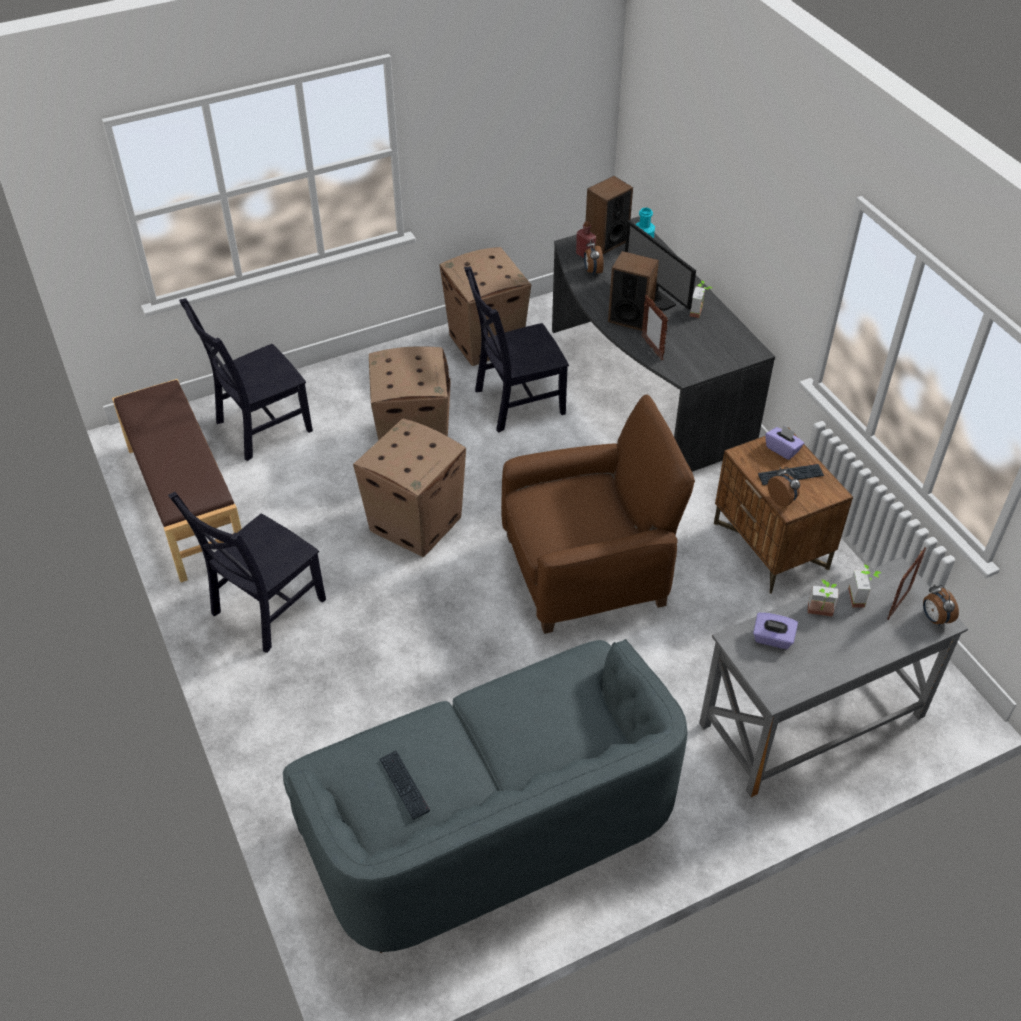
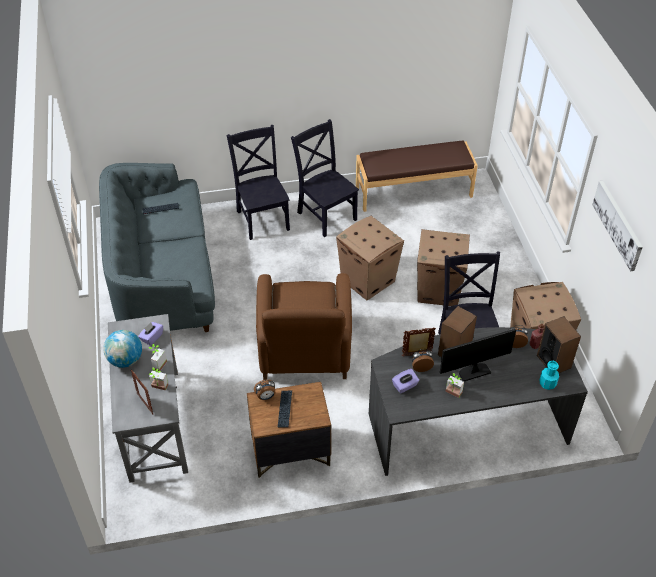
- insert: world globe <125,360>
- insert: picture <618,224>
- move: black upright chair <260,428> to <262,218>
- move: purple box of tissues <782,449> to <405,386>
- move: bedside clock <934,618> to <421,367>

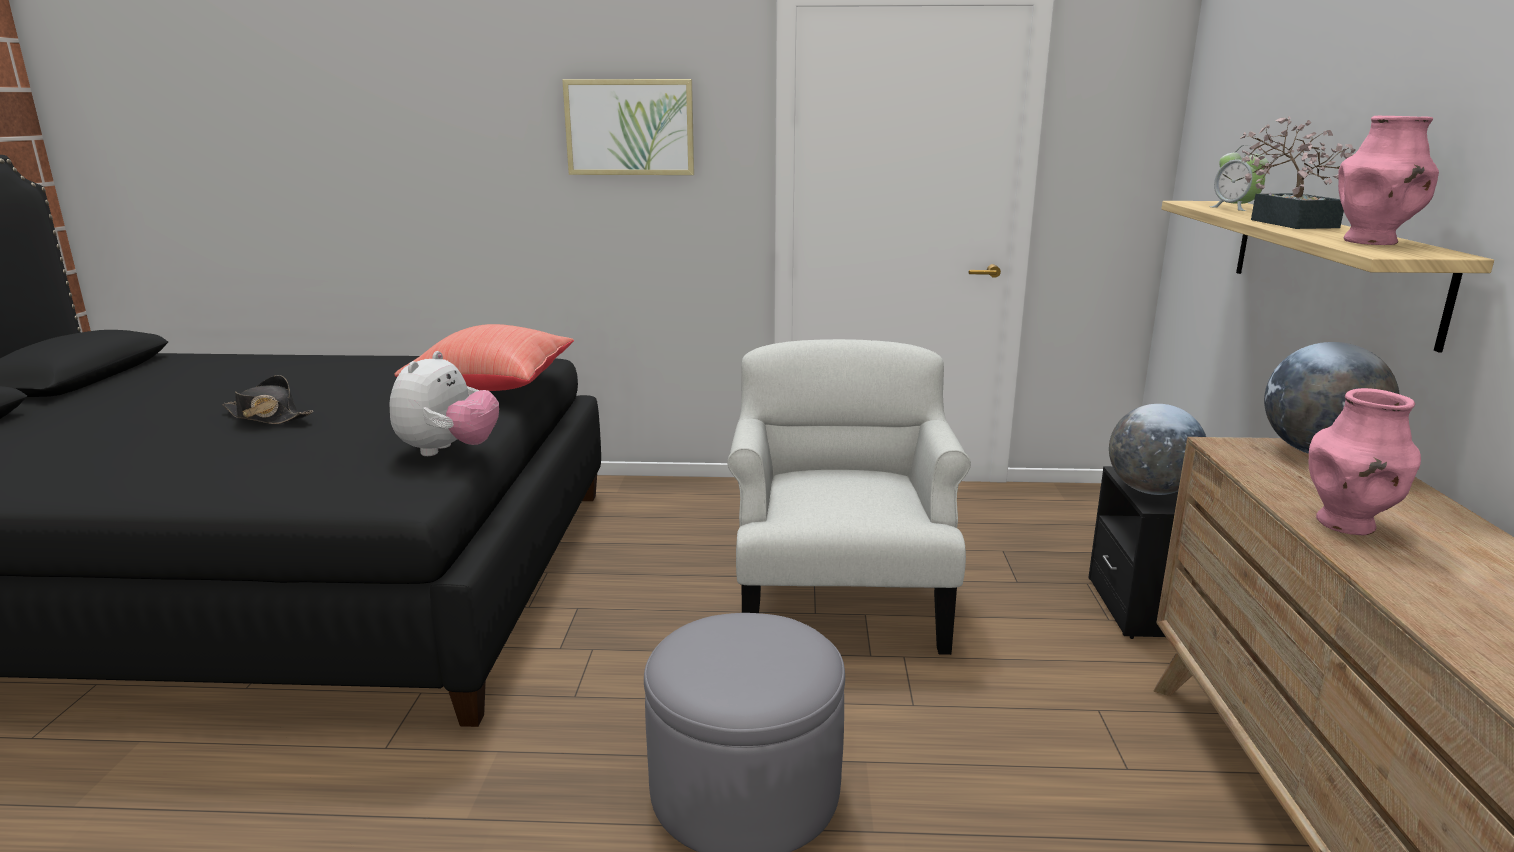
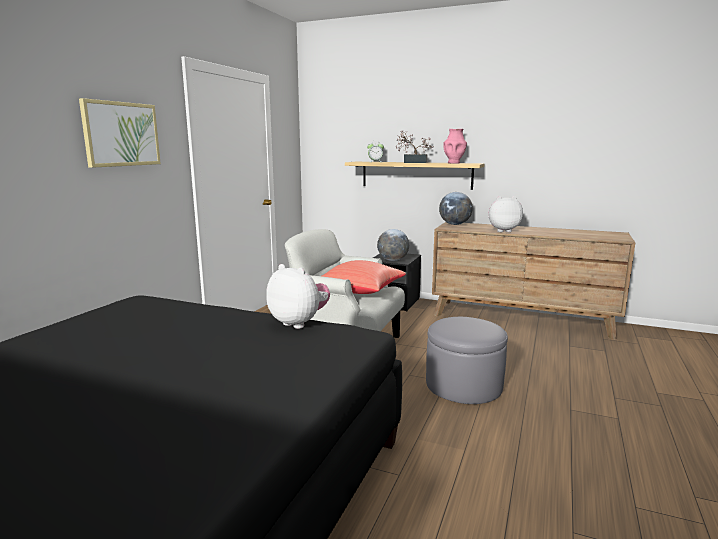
- delete: black hat <267,417>
- move: red-coloured throw pillow <491,386> to <358,291>
- replace: pink flower vase <1347,524> to soft toy <503,230>

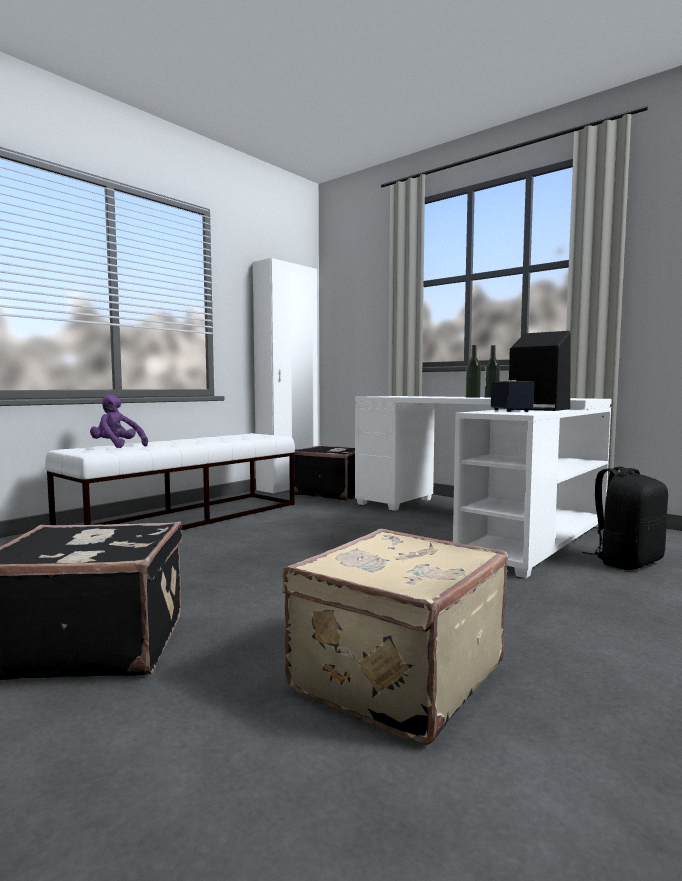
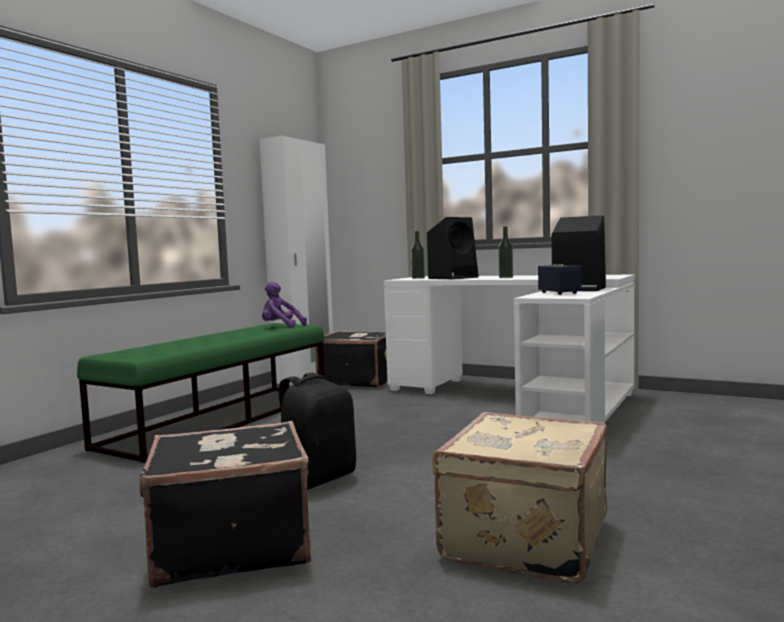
- insert: black speaker <453,278>
- move: purple soft toy <117,446> to <280,327>
- move: drink bottle <491,397> to <418,278>
- move: black backpack <626,562> to <317,479>
- recolor: white-coloured indoor bench <187,518> to green indoor bench <222,419>

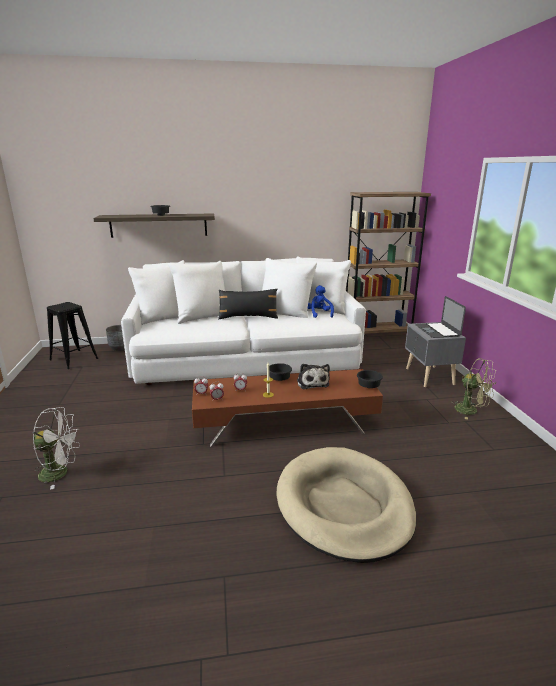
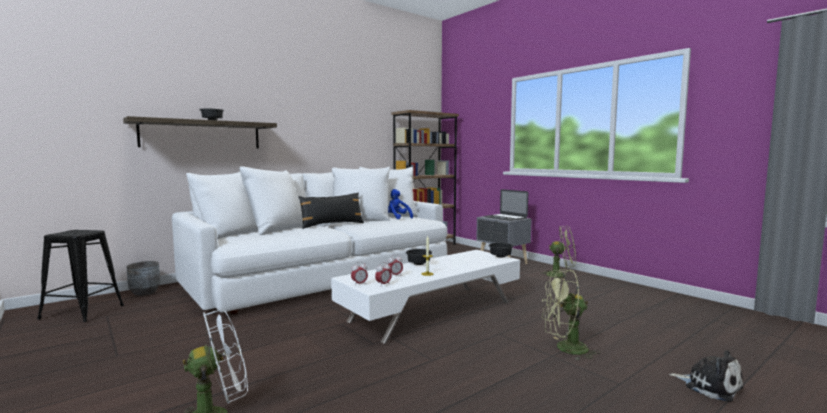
- move: soft toy <312,382> to <709,386>
- replace: beige dog bed <344,505> to green cooling fan <565,349>
- recolor: brownish lounge table <285,423> to white-coloured lounge table <432,311>

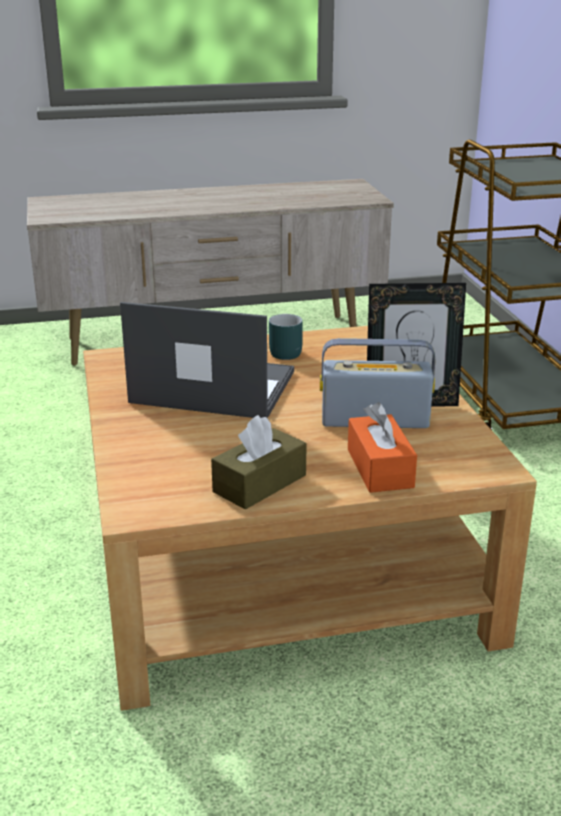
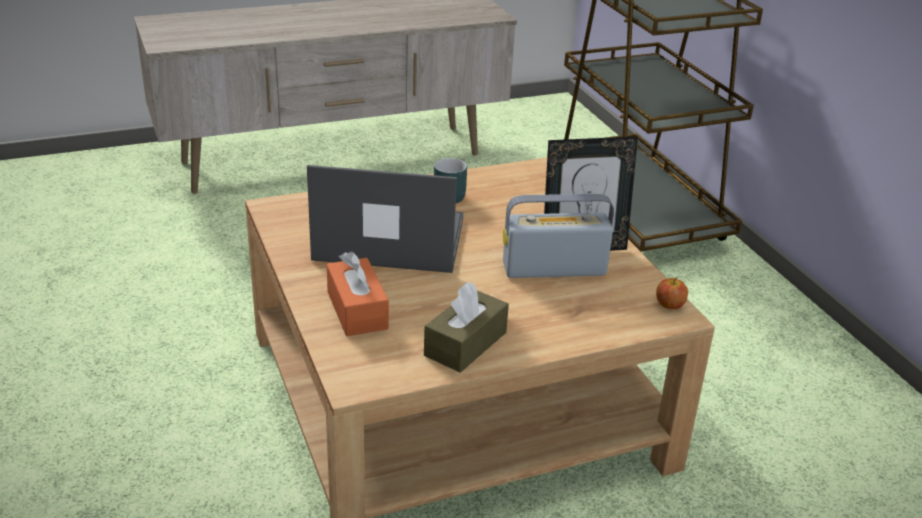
- insert: whole apple <669,305>
- move: orange-coloured box of tissues <380,468> to <357,310>

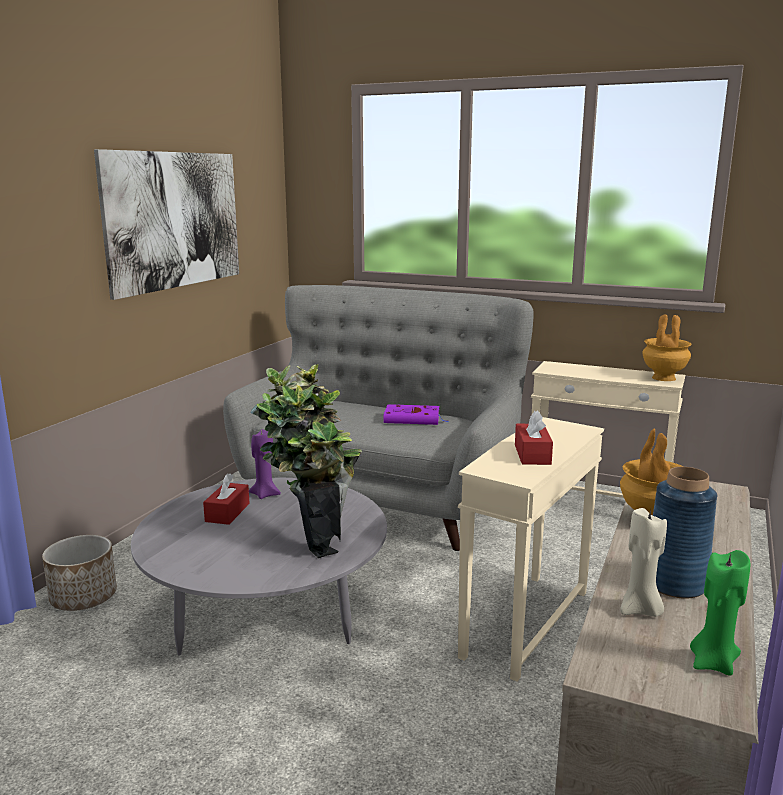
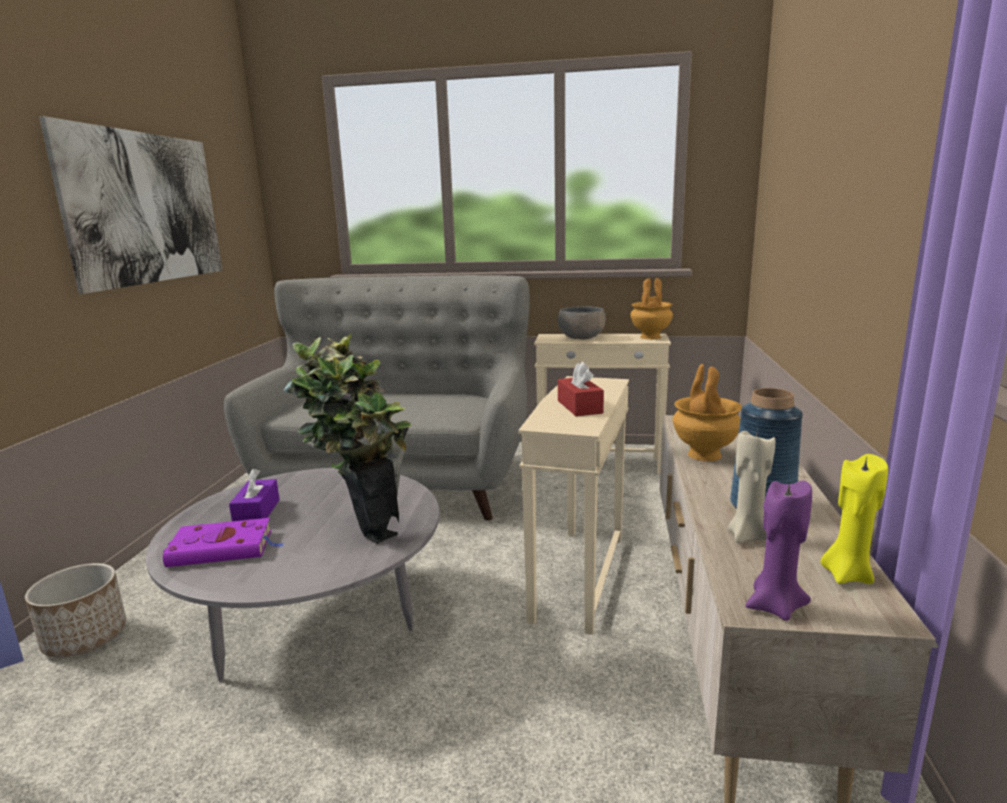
- insert: grey bowl <581,338>
- move: purple wax light <265,494> to <774,606>
- move: purple volume <413,419> to <224,548>
- recolor: red-coloured box of tissues <227,512> to purple box of tissues <257,512>
- recolor: green wax light <713,663> to yellow wax light <847,575>

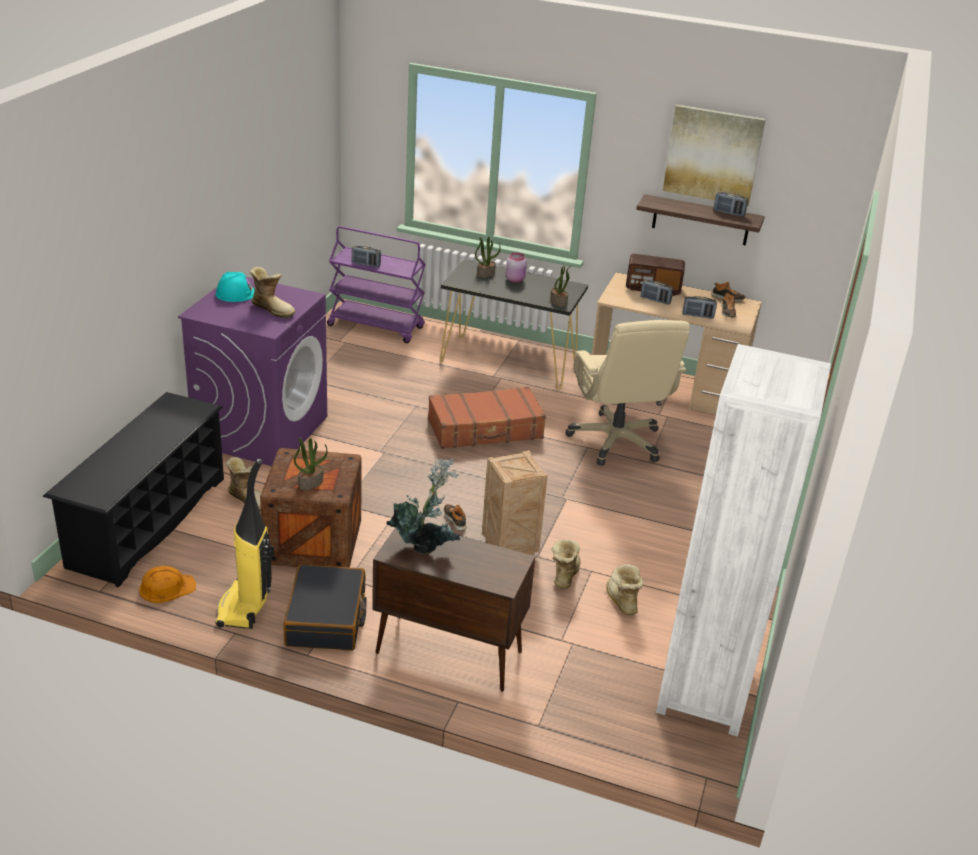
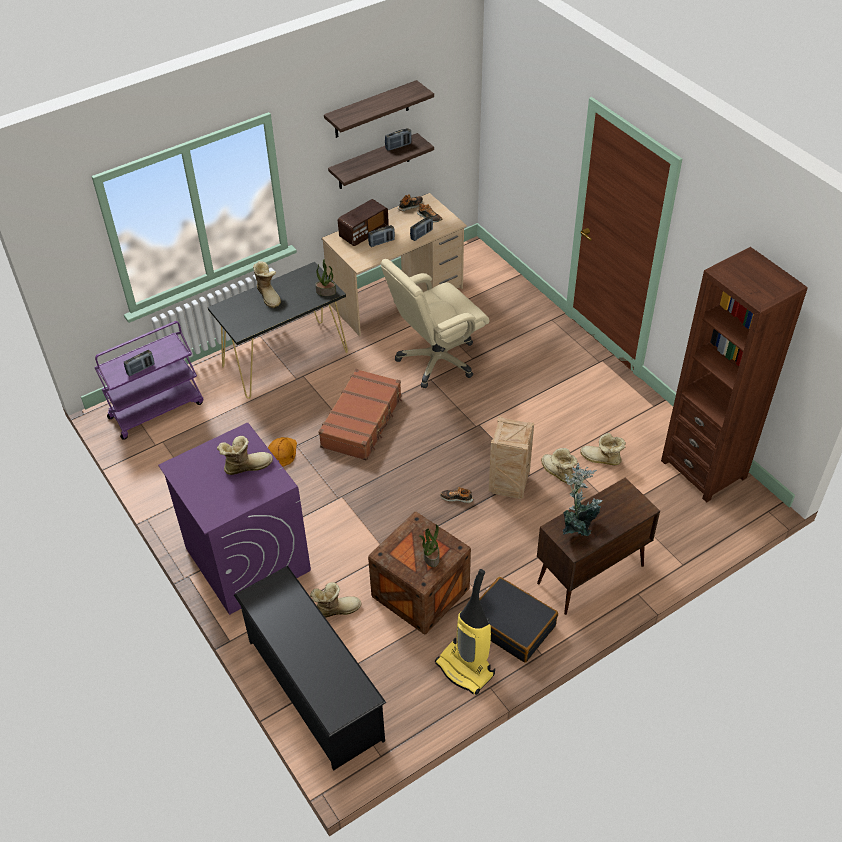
- delete: blue-green safety helmet <236,293>
- delete: plant in a pot <485,274>
- move: orange-coloured safety helmet <166,587> to <281,452>
- replace: pink jar <515,279> to high-top boot <269,295>
- replace: picture <713,155> to wall shelf <371,110>
- recolor: white-coloured bookcase <705,691> to brownish bookcase <703,469>
- rotate: beige office chair <616,441> = <436,360> 120 degrees clockwise

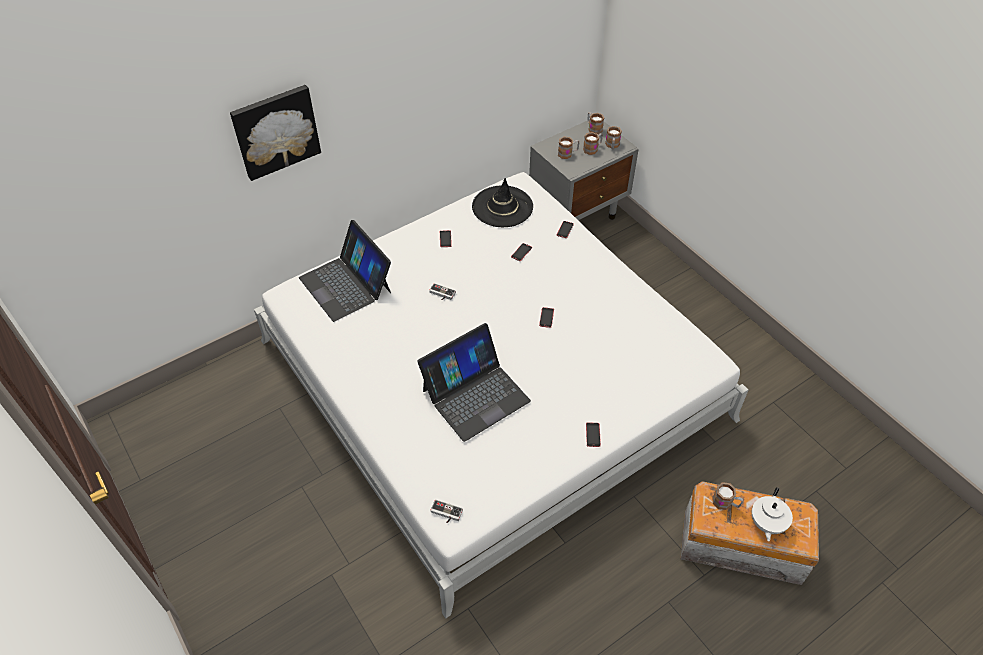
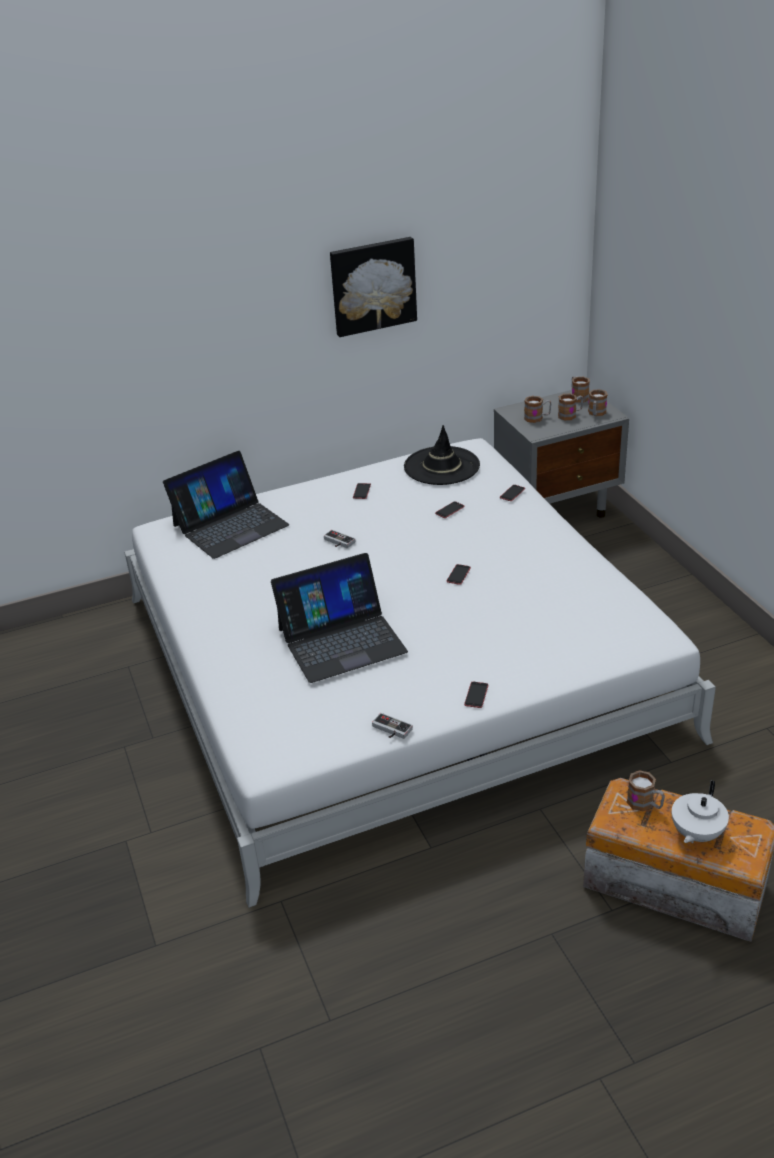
- move: picture <275,131> to <373,285>
- move: game controller <445,514> to <390,730>
- rotate: portable computer <346,284> = <230,525> 105 degrees counterclockwise

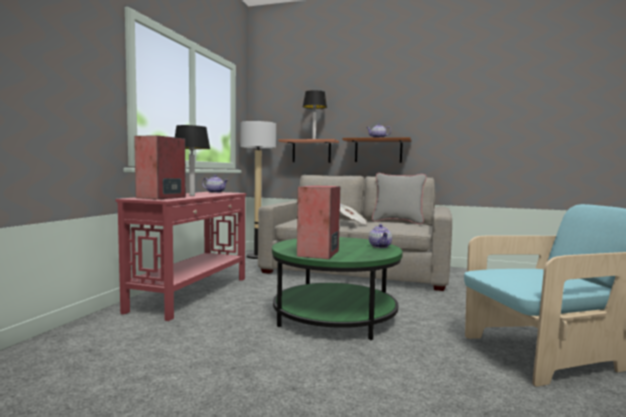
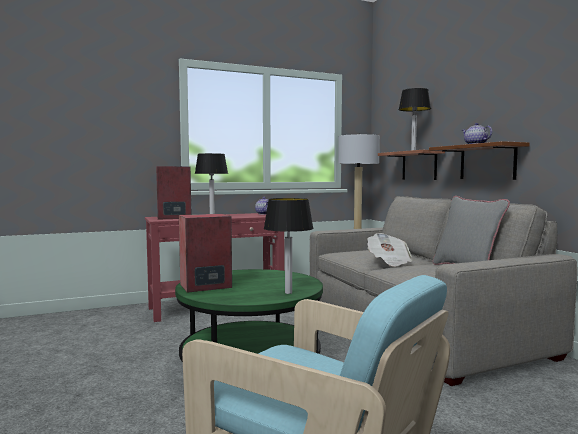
- replace: teapot <380,246> to lamp for a table <289,292>

